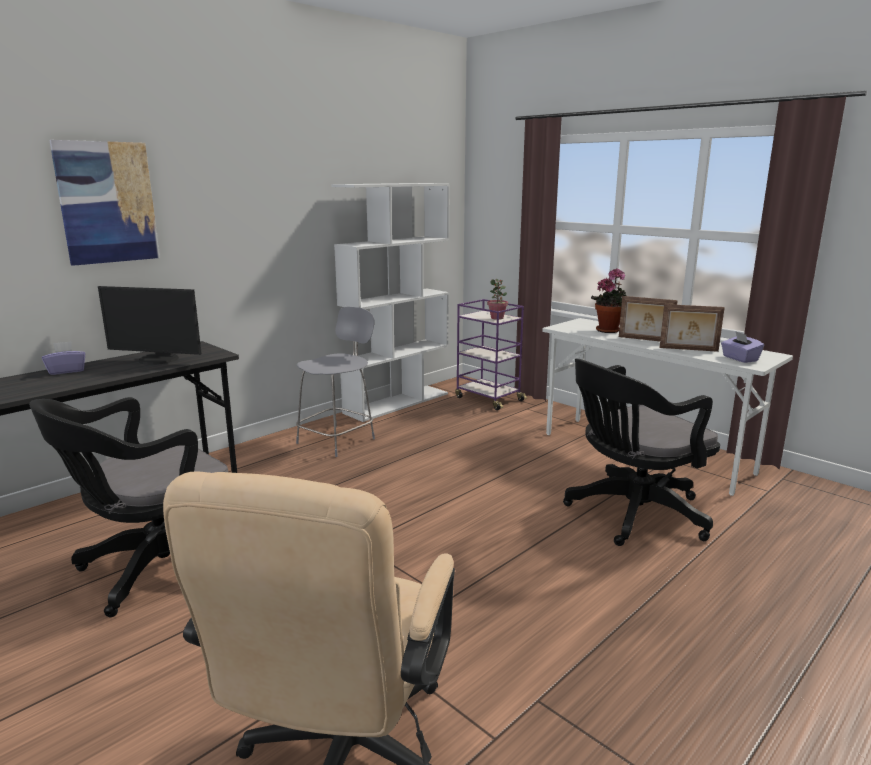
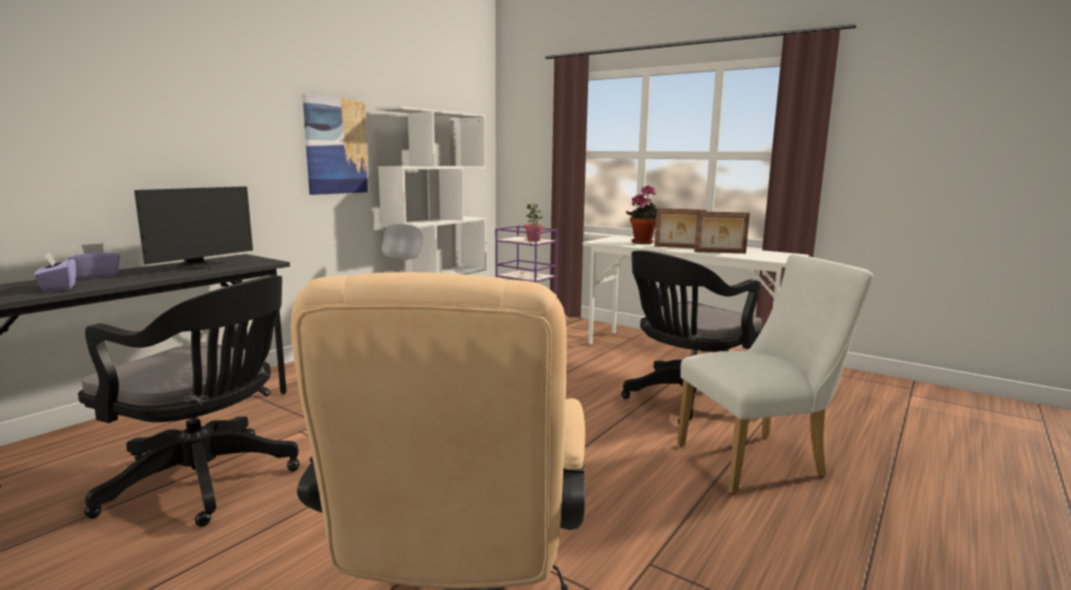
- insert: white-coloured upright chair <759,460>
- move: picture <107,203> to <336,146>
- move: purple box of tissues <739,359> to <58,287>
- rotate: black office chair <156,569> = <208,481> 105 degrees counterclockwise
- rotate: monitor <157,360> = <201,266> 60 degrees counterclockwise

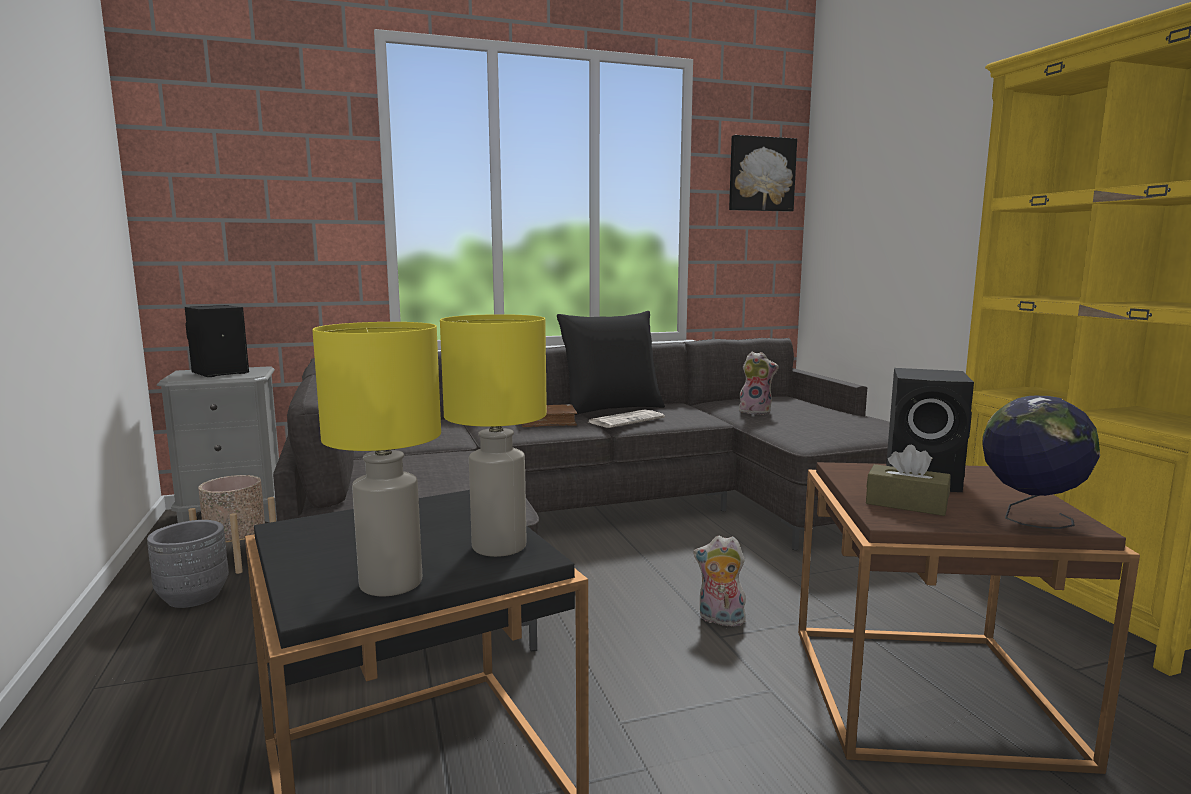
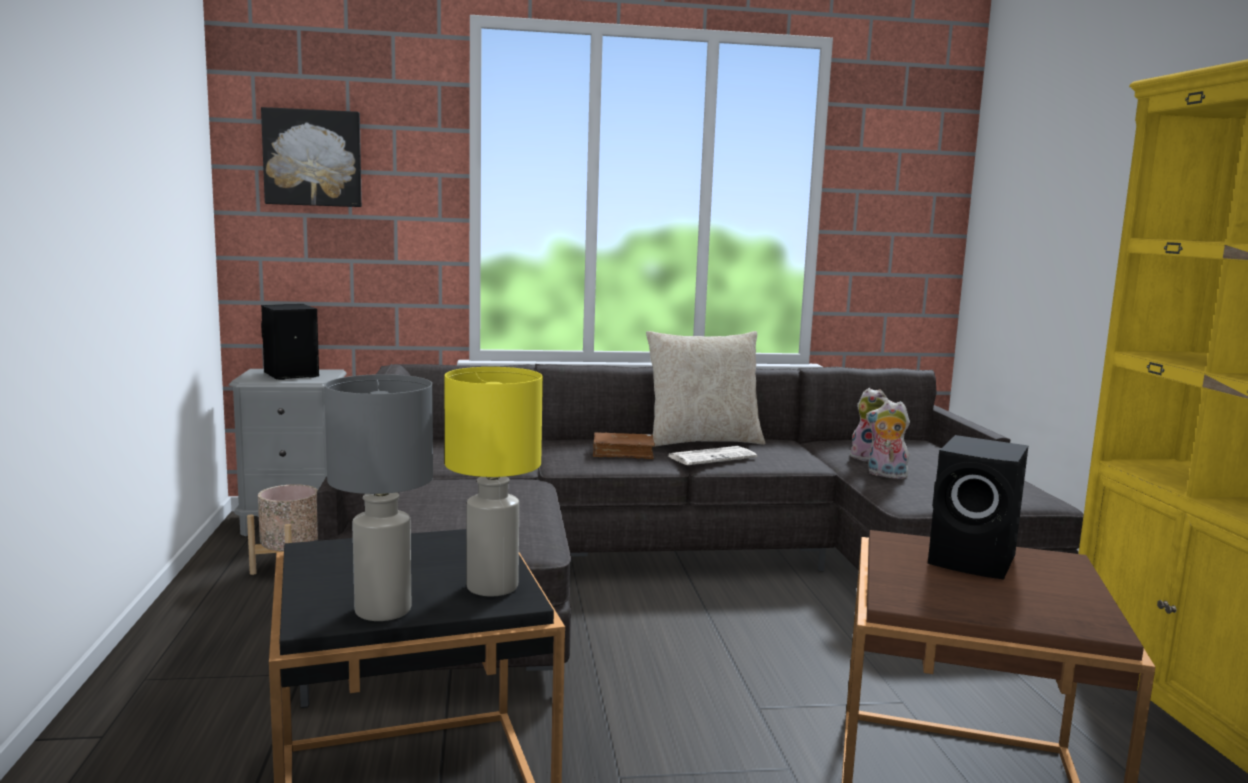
- delete: grey plant pot <193,597>
- delete: brownish box of tissues <906,504>
- delete: world globe <1029,519>
- move: soft toy <720,620> to <885,475>
- move: picture <761,174> to <313,158>
- recolor: yellow lamp for a table <390,584> to grey lamp for a table <382,611>
- recolor: black throw pillow <611,408> to beige throw pillow <702,441>

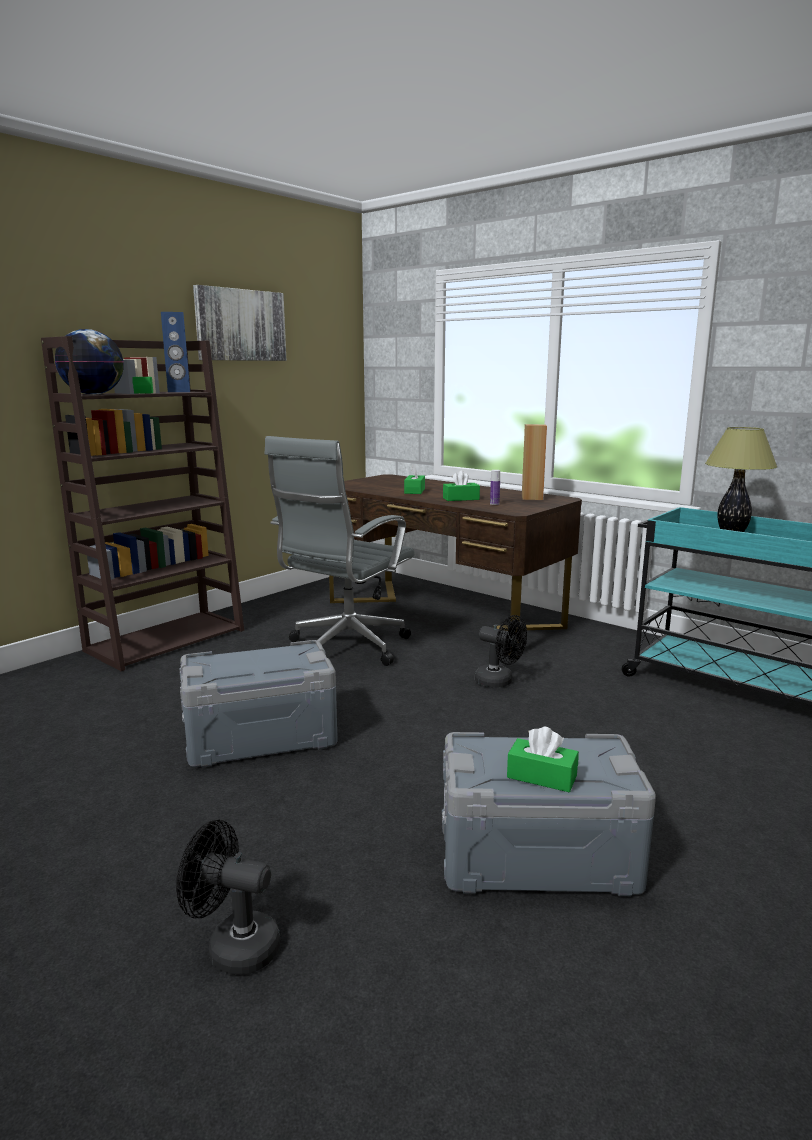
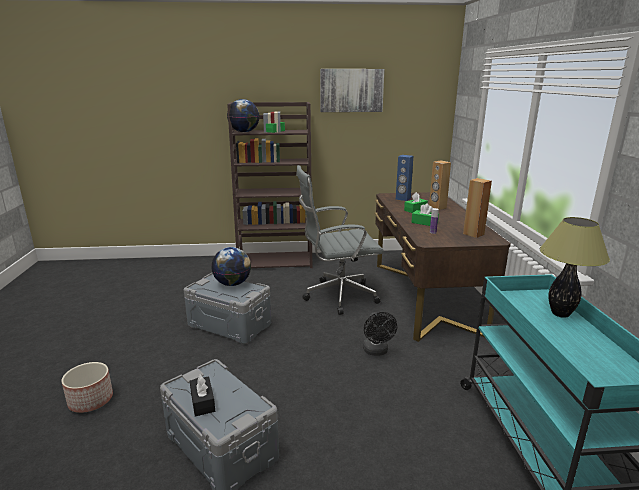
- insert: world globe <232,284>
- insert: brownish speaker <437,207>
- move: blue speaker <179,391> to <403,199>
- replace: black cooling fan <233,946> to plant pot <90,401>
- recolor: green box of tissues <541,776> to black box of tissues <202,402>

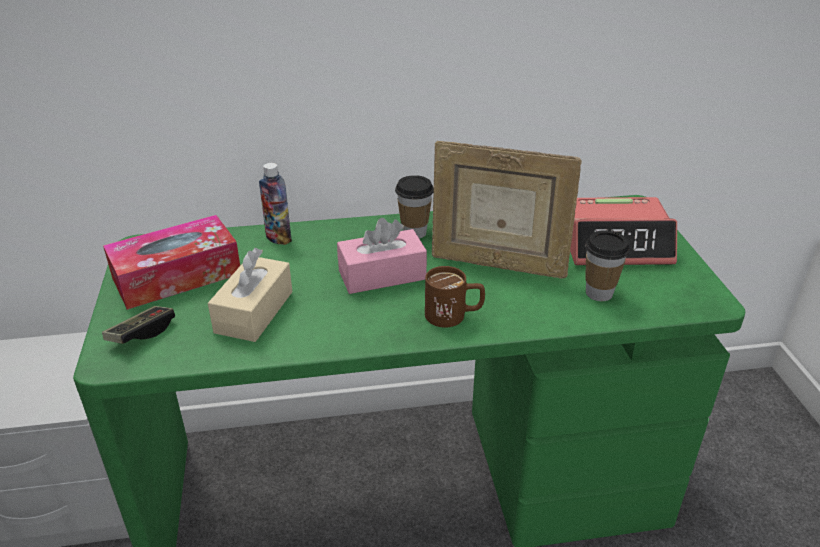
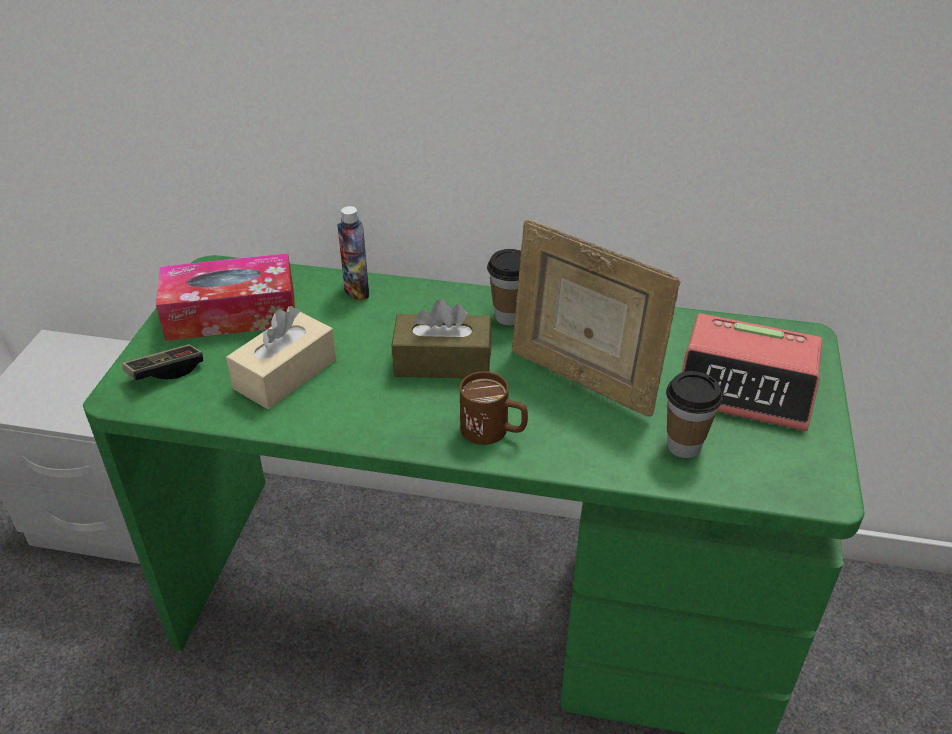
- recolor: pink box of tissues <382,275> to brownish box of tissues <443,362>

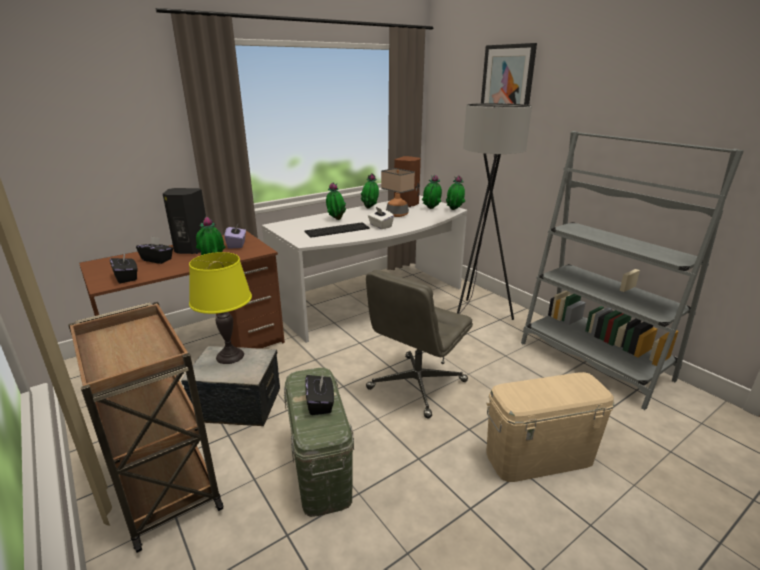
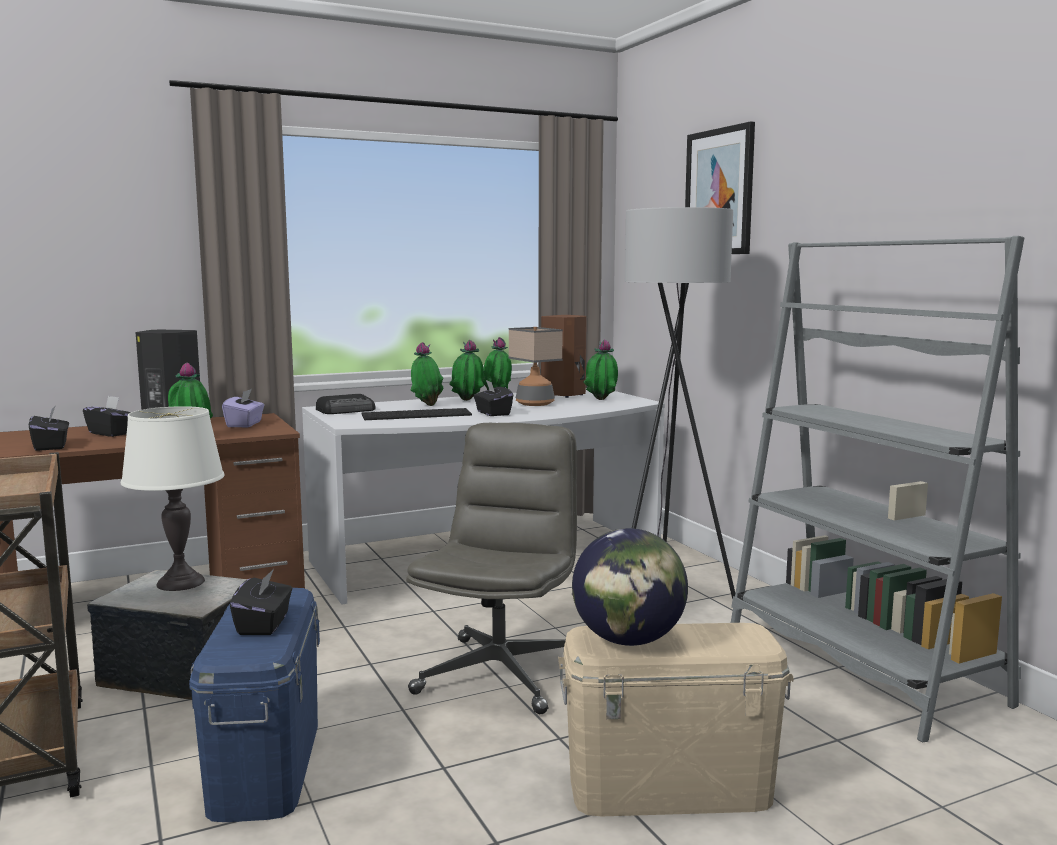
- insert: radio set <347,410>
- insert: world globe <628,640>
- move: plant in a pot <454,210> to <467,401>
- recolor: yellow lamp for a table <230,356> to white-coloured lamp for a table <180,583>
- recolor: green storage box <320,469> to blue storage box <265,764>
- recolor: white-coloured box of tissues <380,226> to black box of tissues <492,413>
- rotate: grey office chair <416,386> = <499,673> 150 degrees clockwise

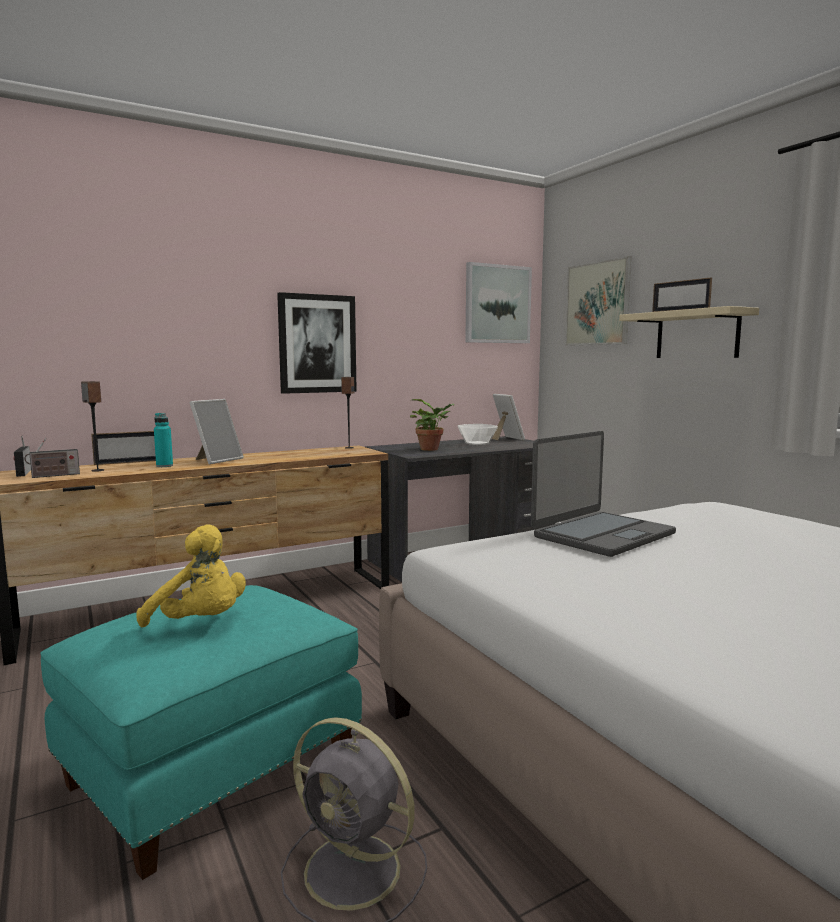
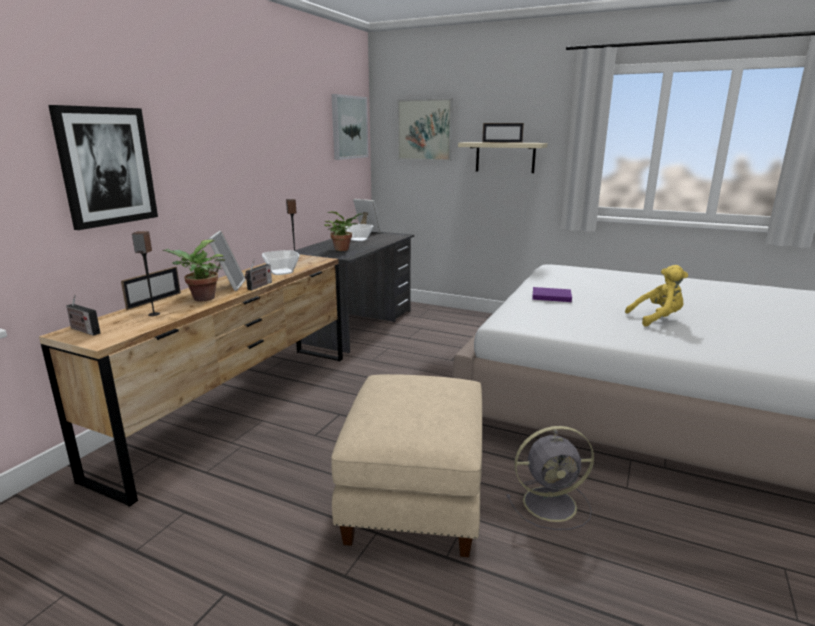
- insert: bowl <282,272>
- move: radio set <53,475> to <259,286>
- move: yellow soft toy <200,623> to <657,319>
- move: picture <317,344> to <106,166>
- replace: blue-green drink bottle <164,466> to plant in a pot <201,299>
- replace: portable computer <602,535> to purple volume <550,296>
- recolor: blue-green footrest <212,769> to beige footrest <413,496>

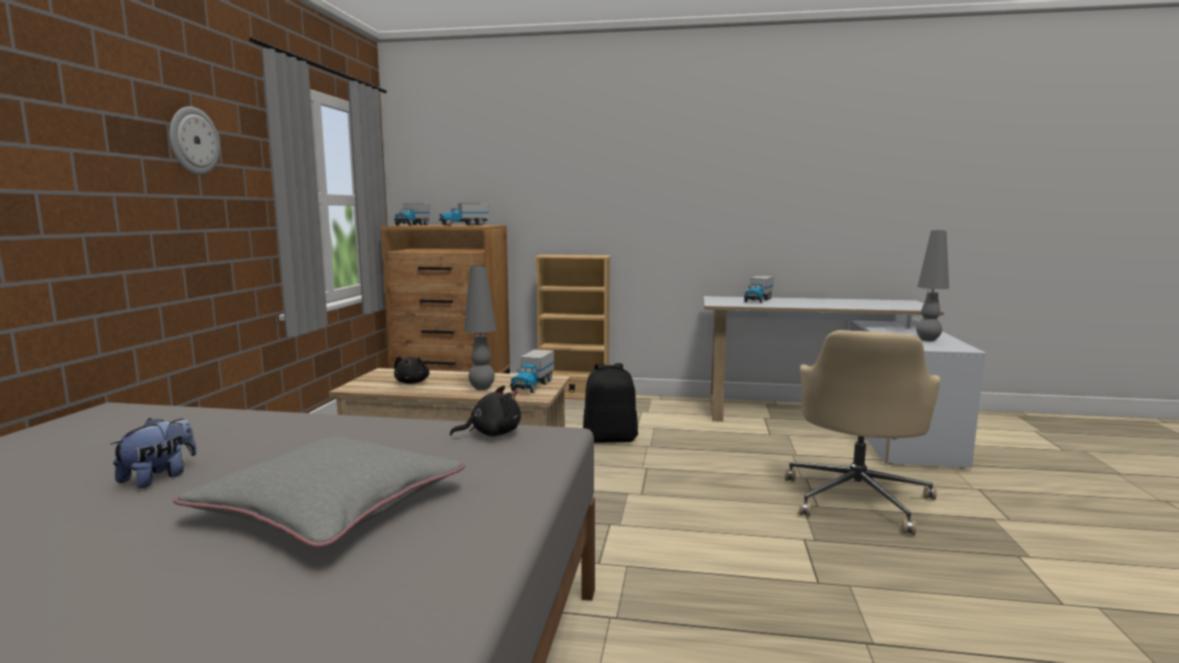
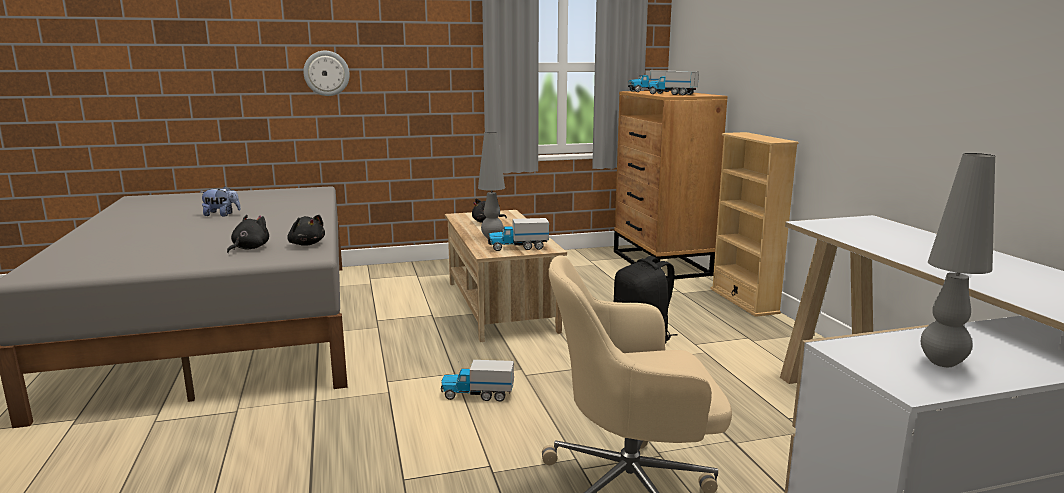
- delete: grey throw pillow <330,505>
- insert: black soft toy <249,248>
- move: hanging clock <193,141> to <326,73>
- move: toy truck <758,300> to <477,394>

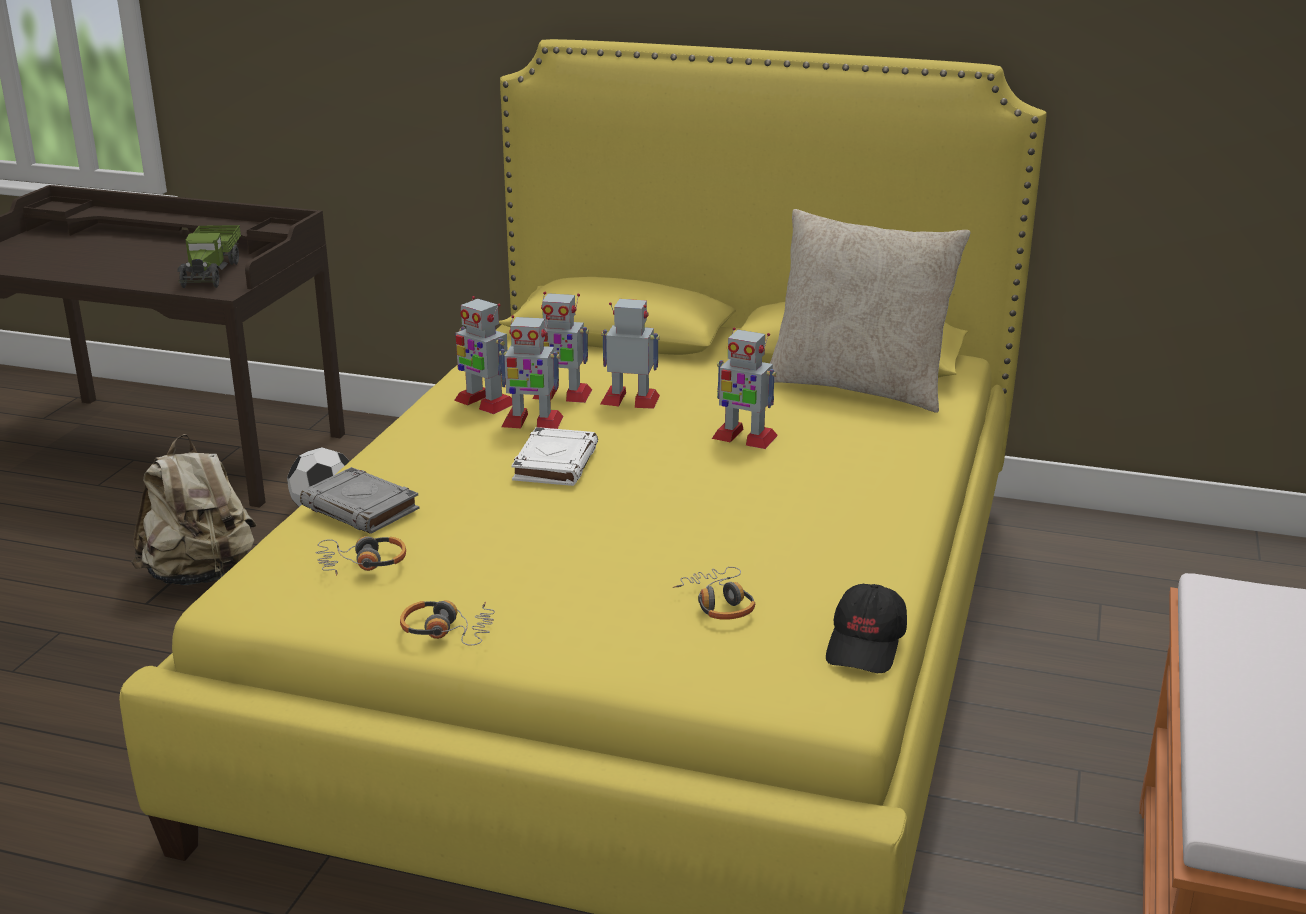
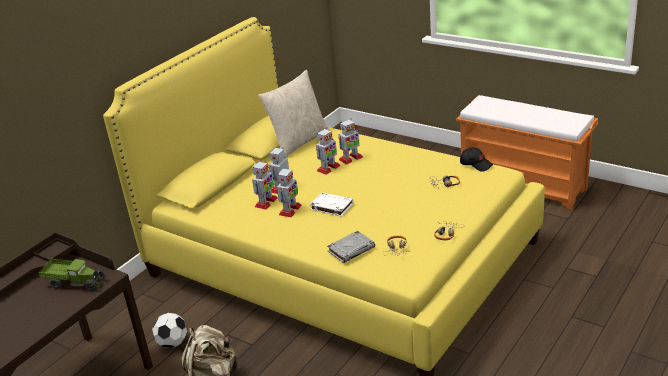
- move: robot figure <484,402> to <350,158>

